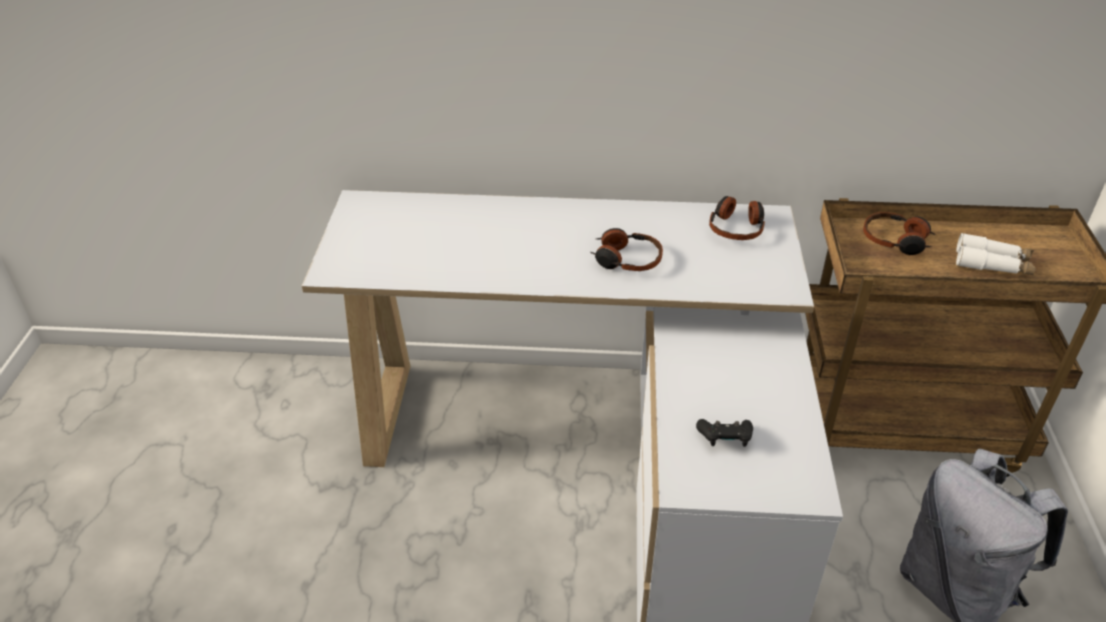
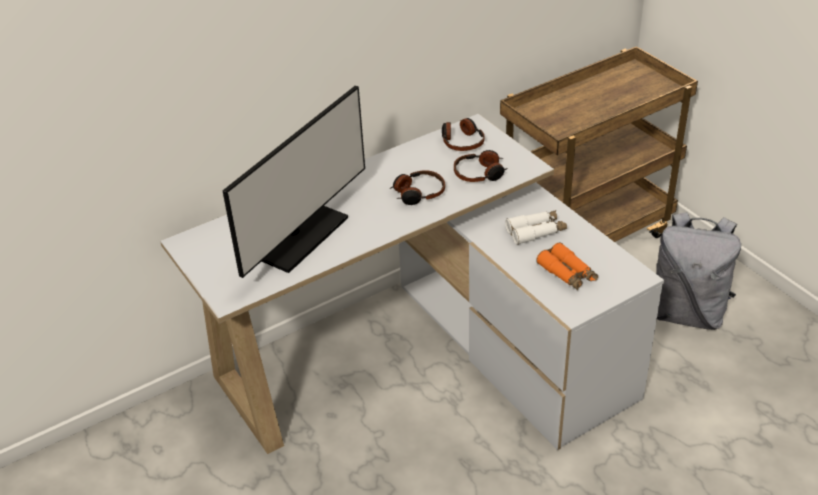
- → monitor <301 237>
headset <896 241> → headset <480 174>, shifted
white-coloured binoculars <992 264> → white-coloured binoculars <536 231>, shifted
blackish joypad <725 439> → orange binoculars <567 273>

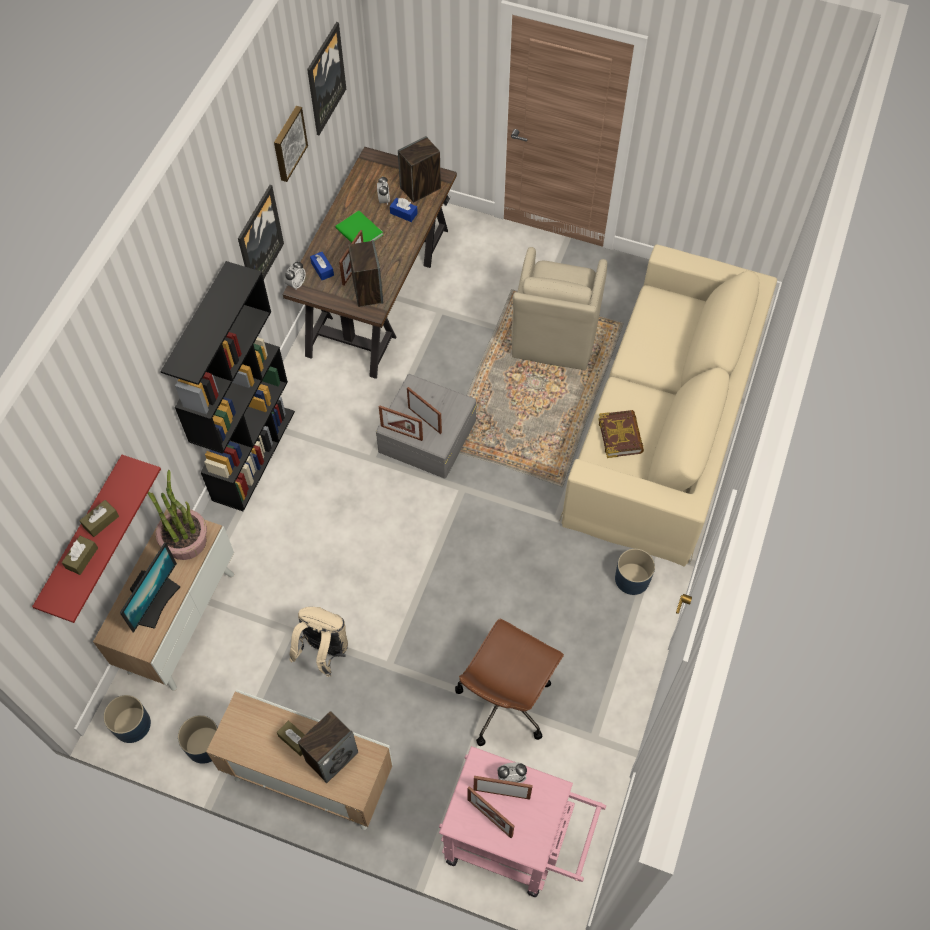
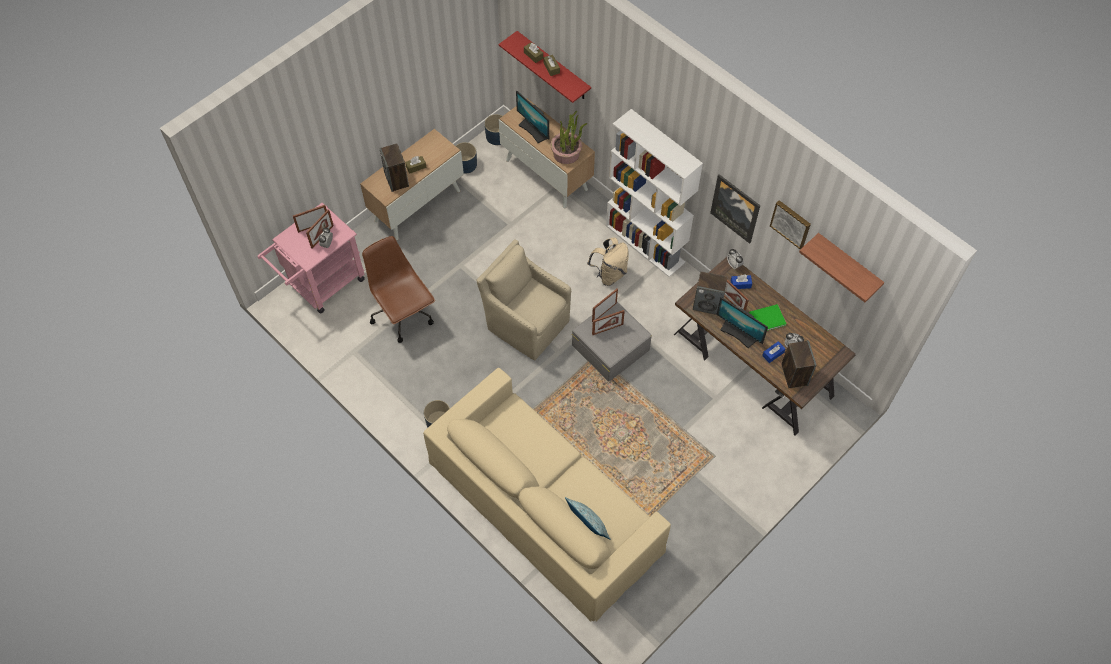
beige lounge chair <554 337> → beige lounge chair <526 323>, shifted
- → pillow <587 526>
beige knapsack <323 651> → beige knapsack <609 274>, shifted
blackish shelving unit <253 454> → white-coloured shelving unit <646 244>
- → monitor <738 333>
wall picture <325 78> → wall shelf <848 264>
book <620 436> → -

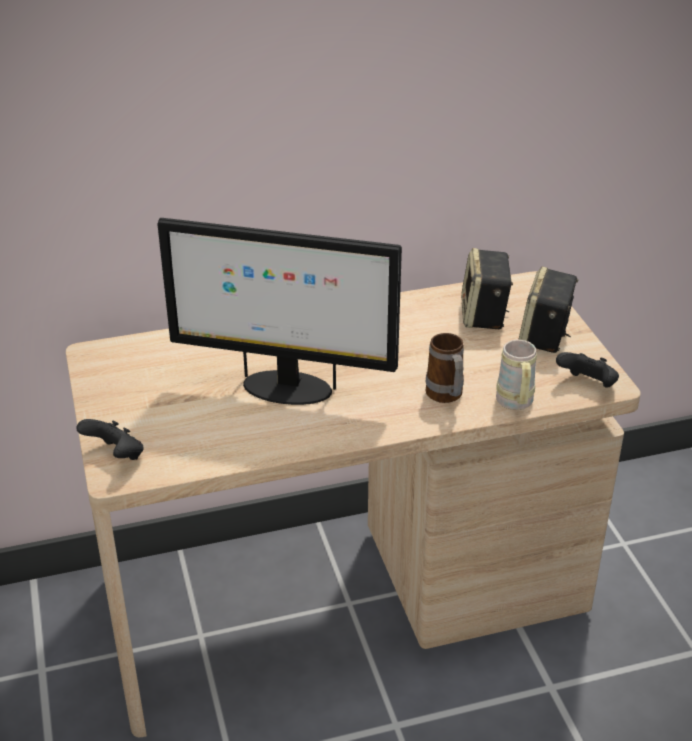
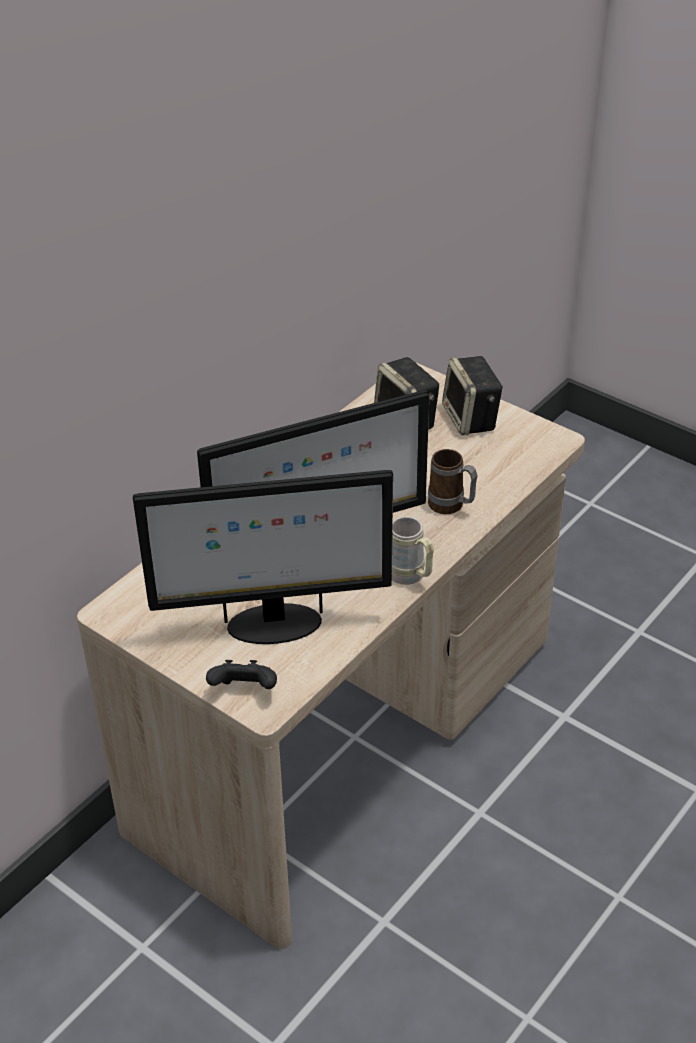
- → monitor <272 625>
beige tea mug <515 404> → beige tea mug <410 577>, shifted
blackish joypad <587 385> → -

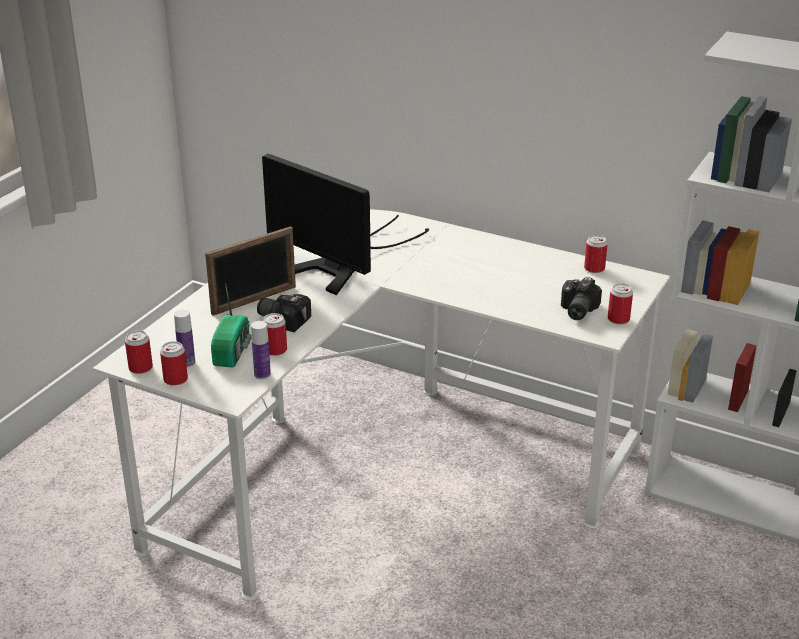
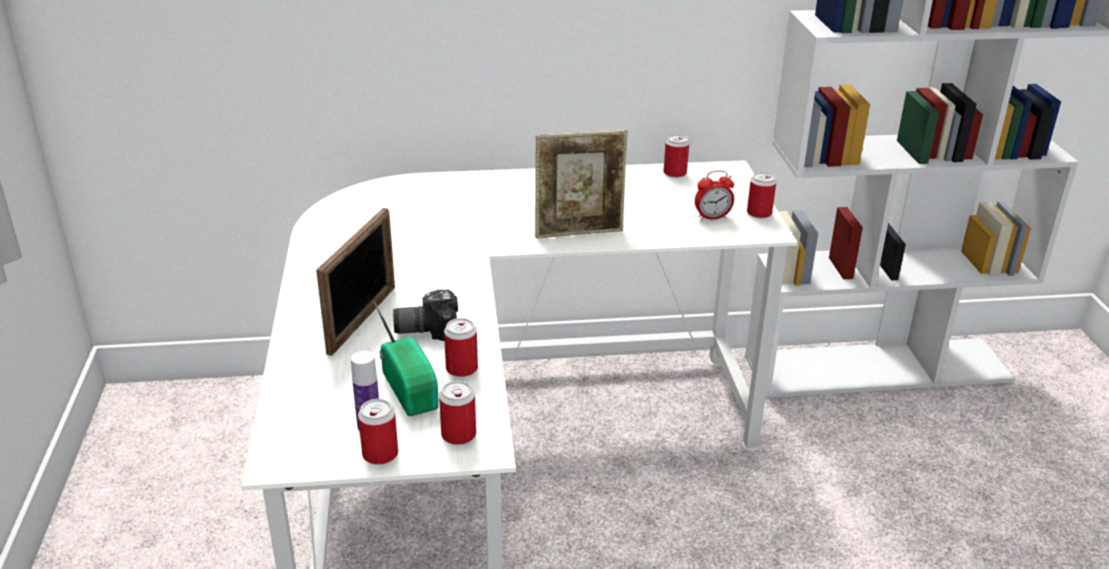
metal can <140 368> → metal can <458 435>, shifted
- → picture frame <579 232>
still camera <576 310> → bedside clock <712 217>
bottle <262 375> → -
monitor <340 266> → -

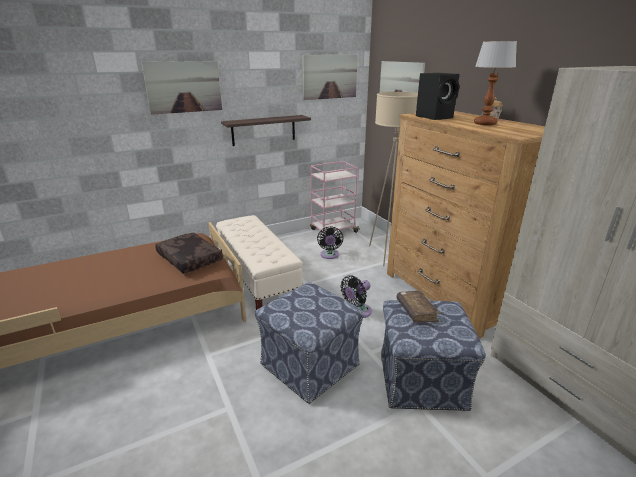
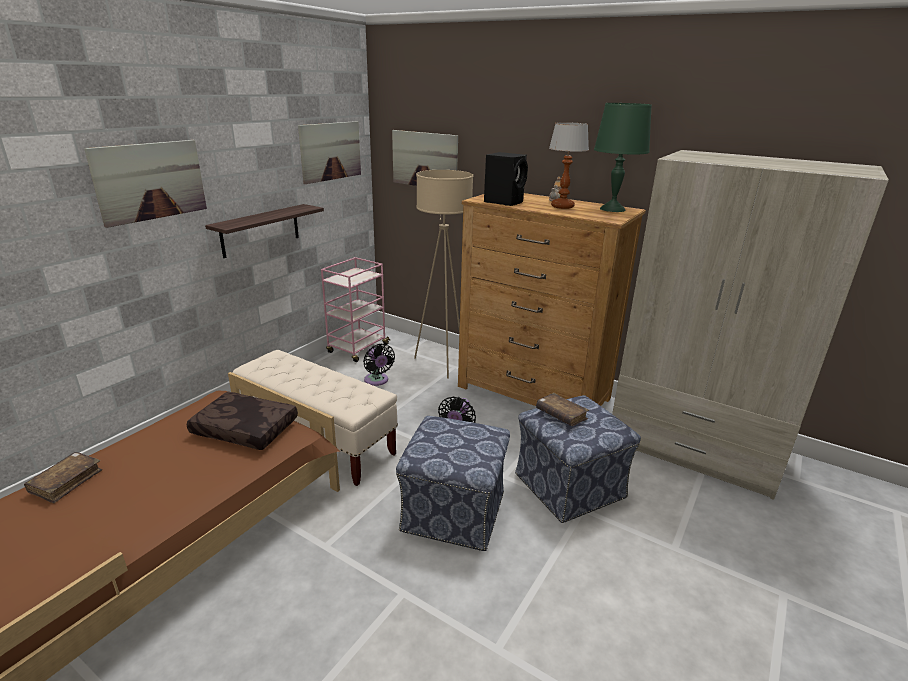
- → brown book <66 482>
- → green-coloured lamp for a table <612 209>

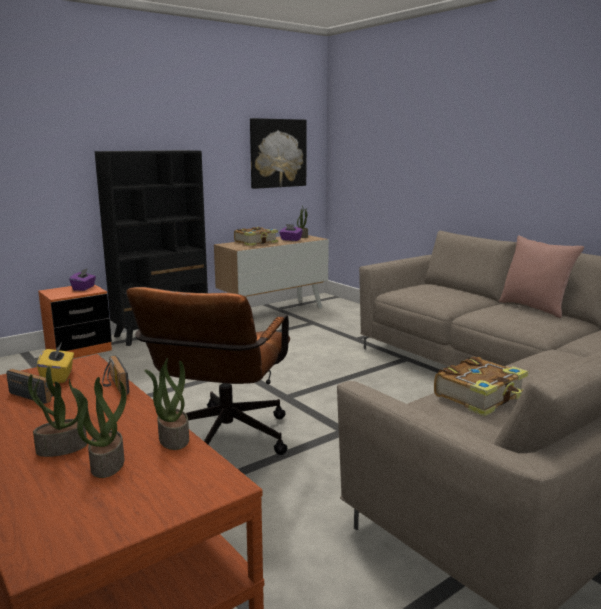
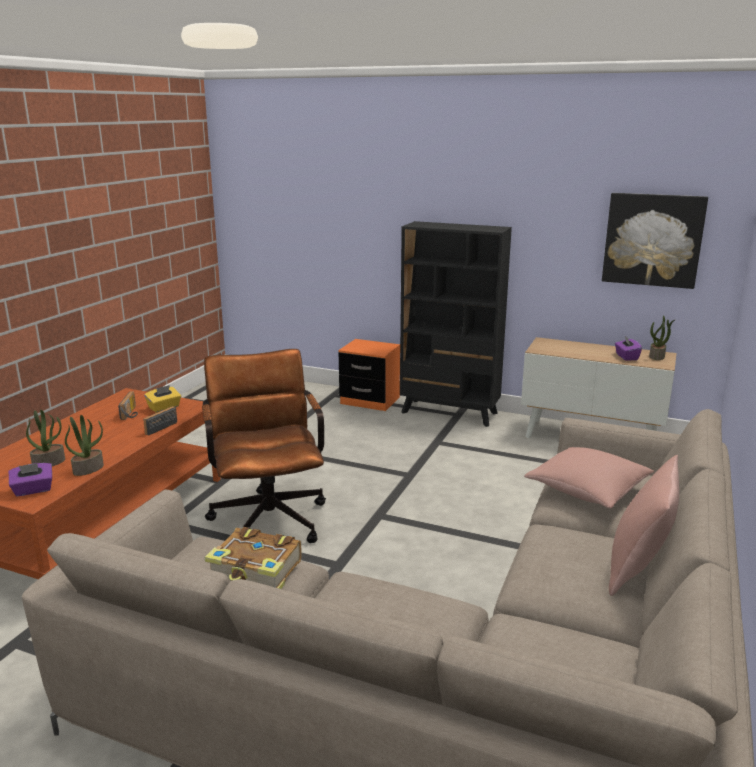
purple tissue holder <84 288> → purple tissue holder <33 490>, shifted
brown office chair <222 443> → brown office chair <268 515>, 90 degrees clockwise
- → pinkish pillow <587 490>
potted plant <61 448> → -
book <256 242> → -

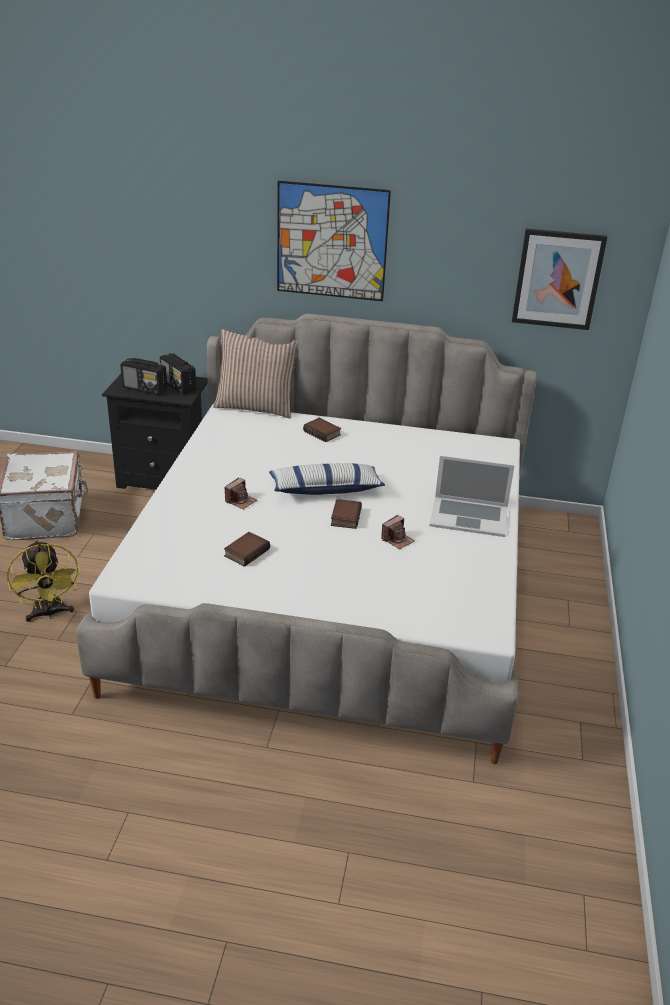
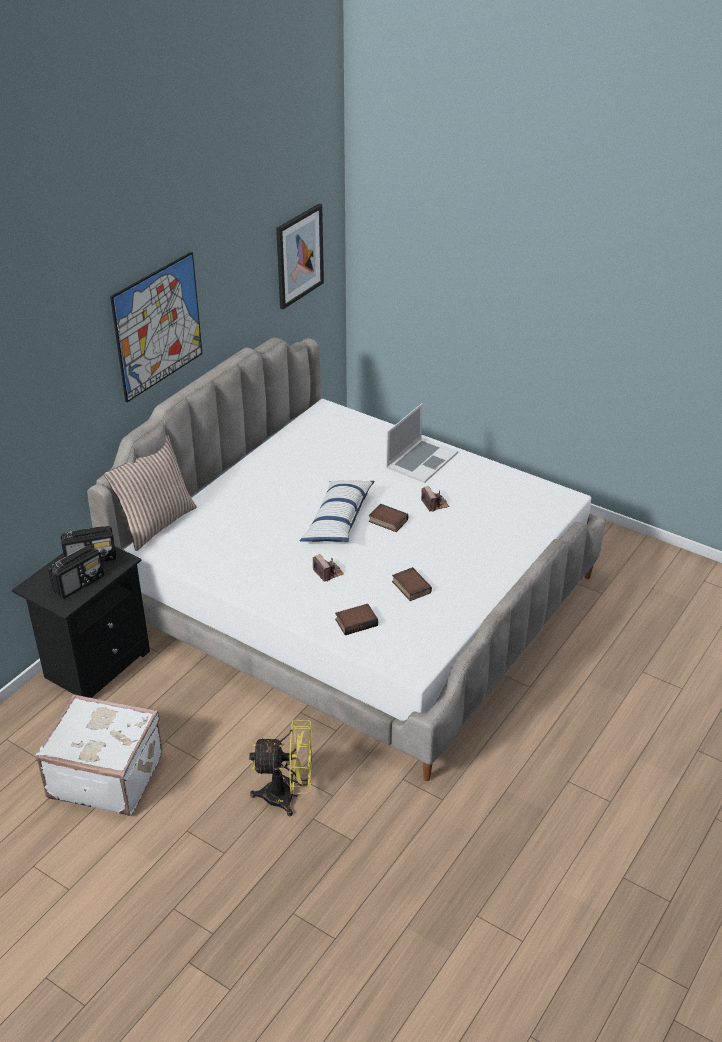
book <323 433> → book <356 621>, shifted

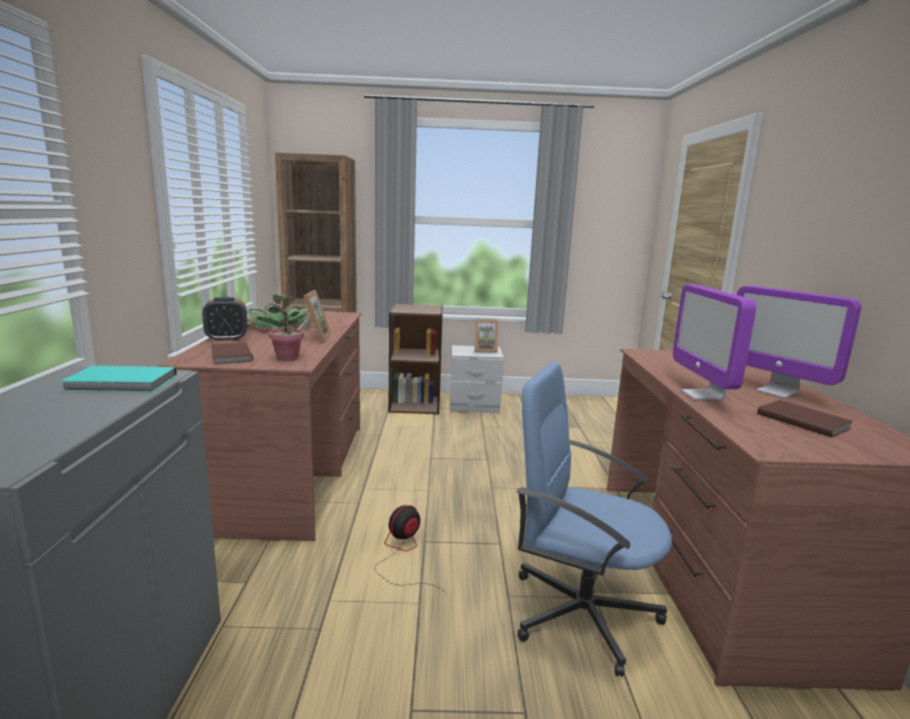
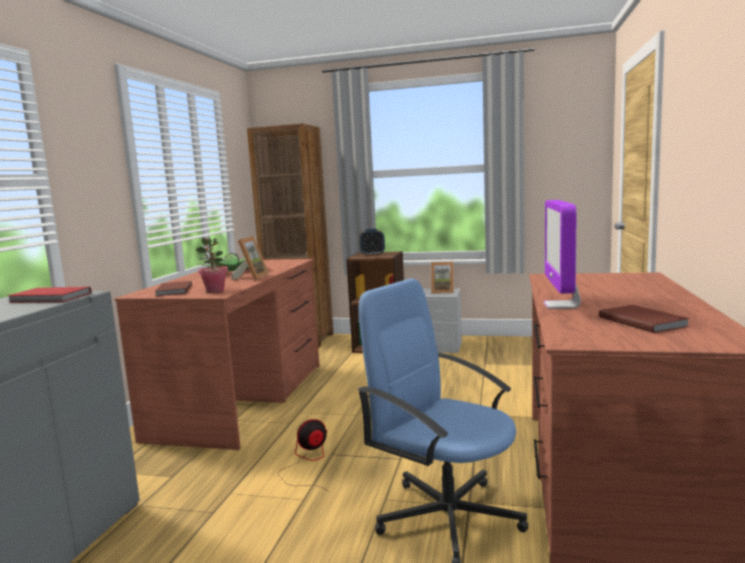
turquoise book <122 383> → red-coloured book <50 298>
bedside clock <227 339> → bedside clock <372 254>, shifted
monitor <777 392> → -

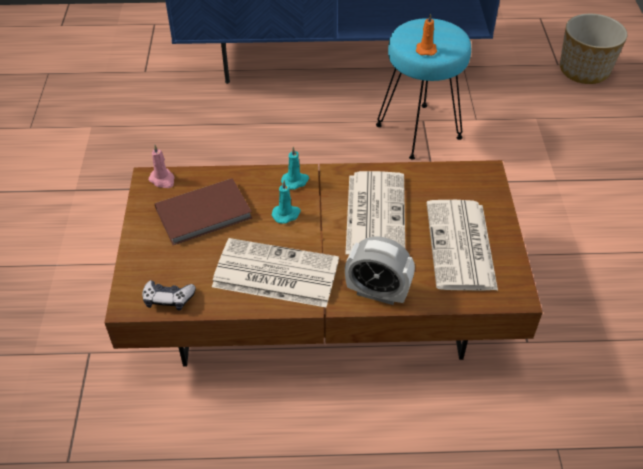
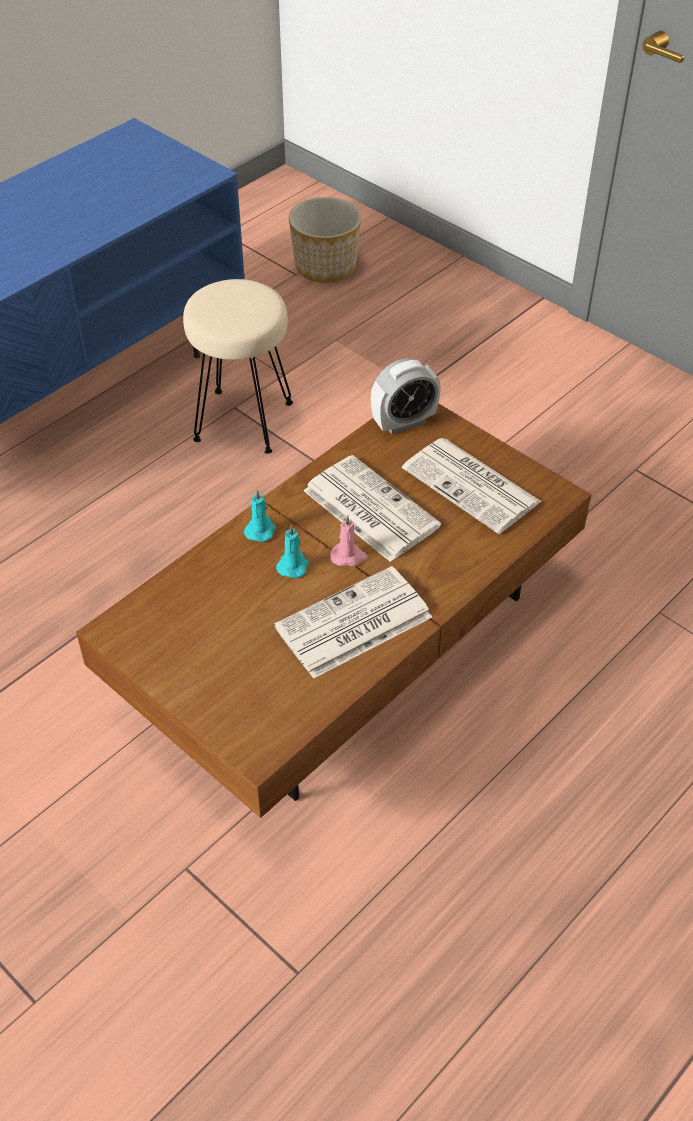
turquoise stool seat <419 131> → beige stool seat <244 420>
pinkish candle <163 180> → pinkish candle <349 556>, shifted
bedside clock <377 292> → bedside clock <404 422>, shifted
joypad <168 299> → -
brown book <205 214> → -
orange candle <426 49> → -

